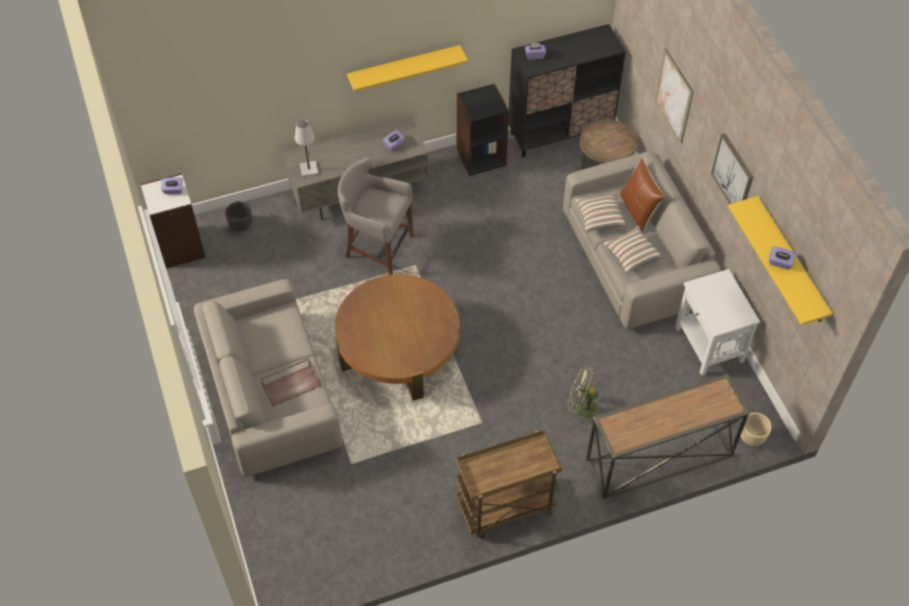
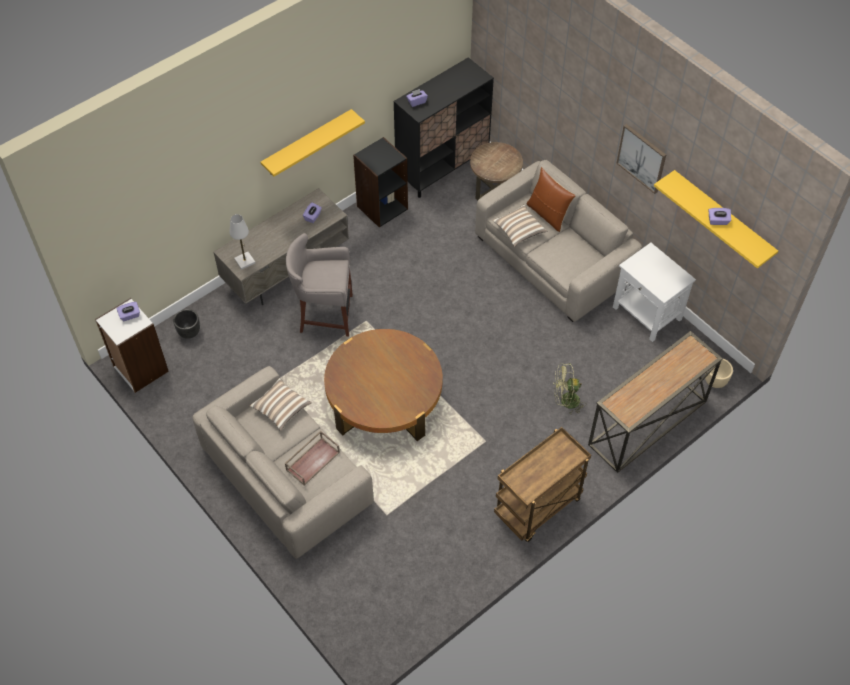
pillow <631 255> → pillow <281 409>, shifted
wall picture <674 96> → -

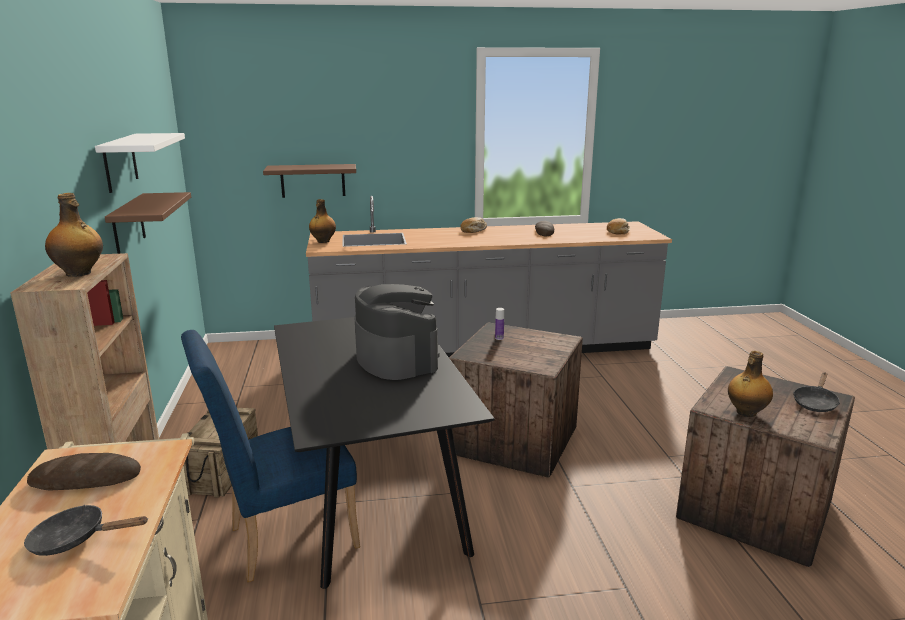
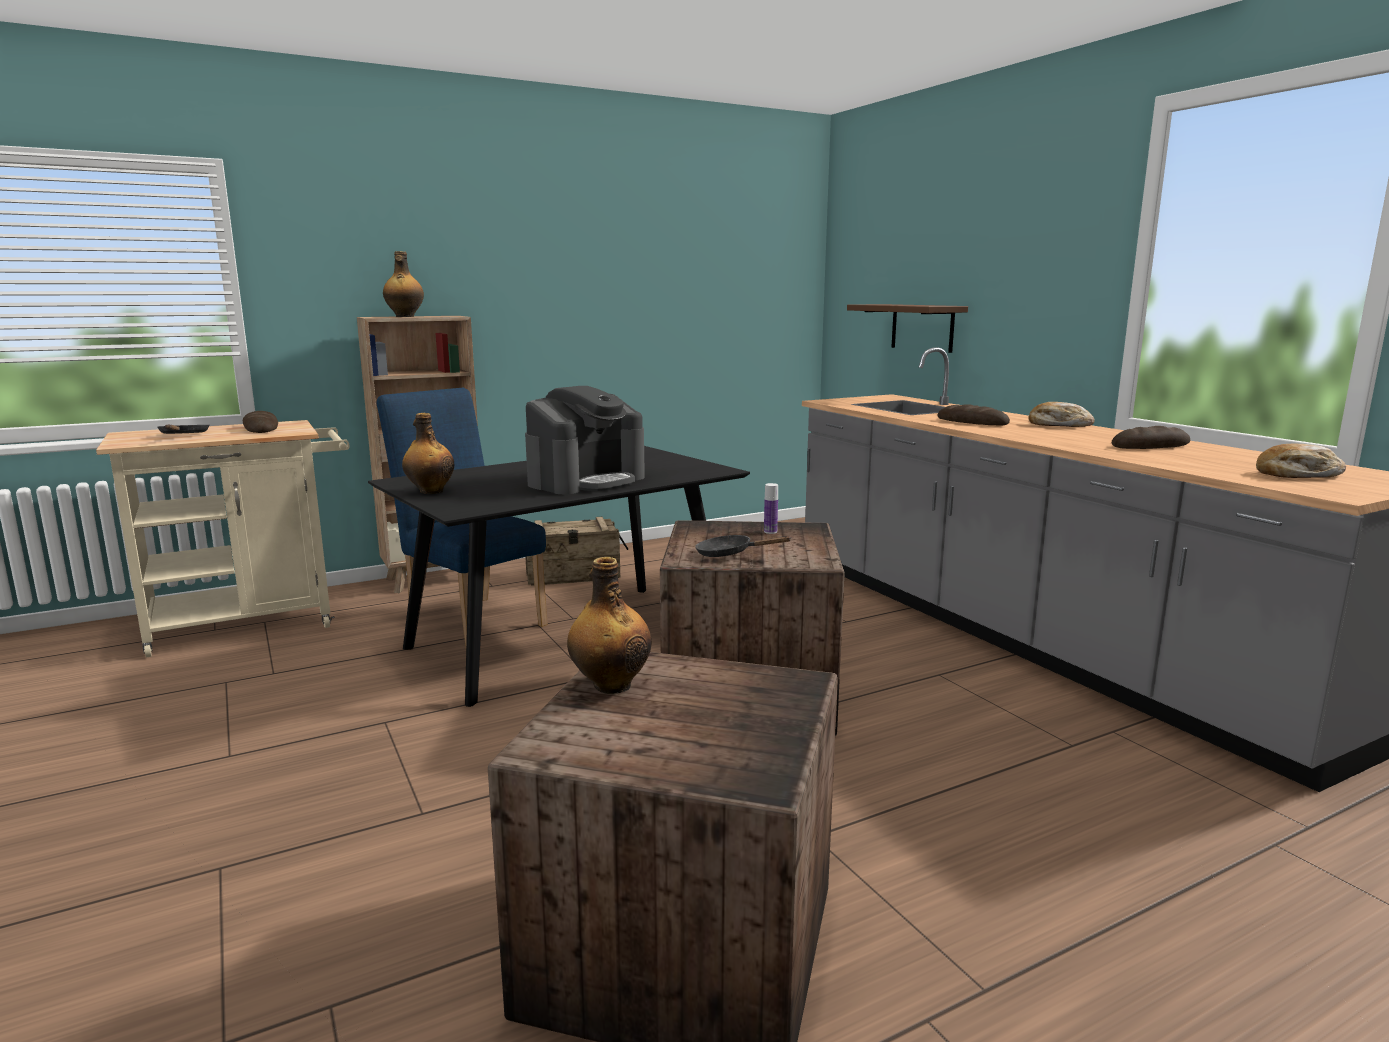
bottle <323 241> → bottle <430 491>, shifted
blackish skillet <815 402> → blackish skillet <729 554>, shifted
- → bakery bread <972 422>
white-coloured wall shelf <120 162> → -
brown wall shelf <128 225> → -

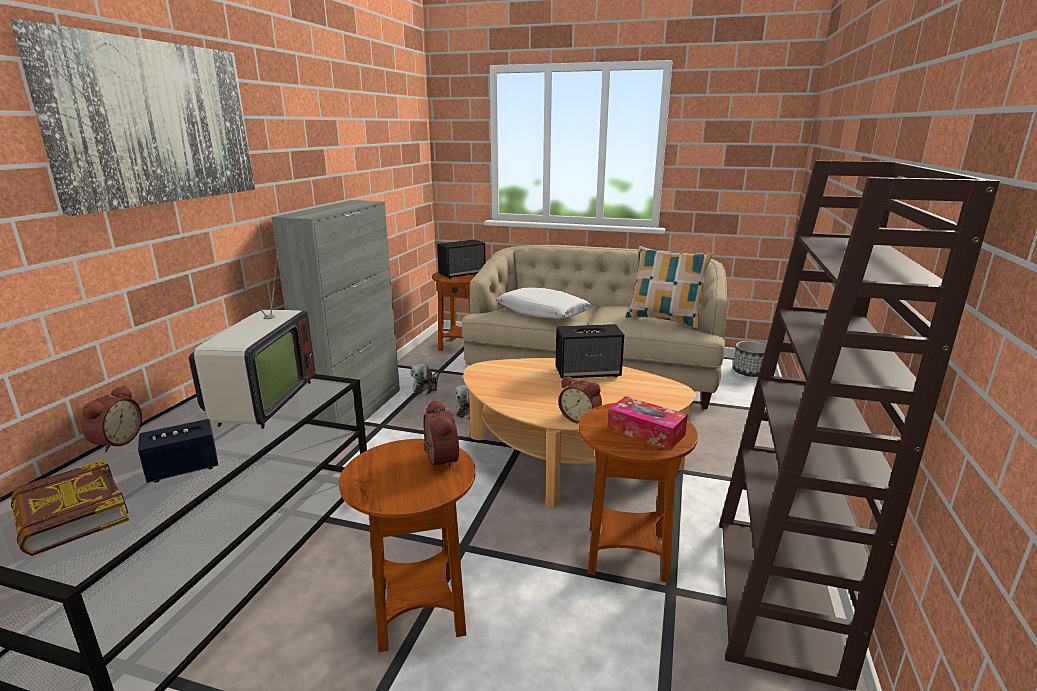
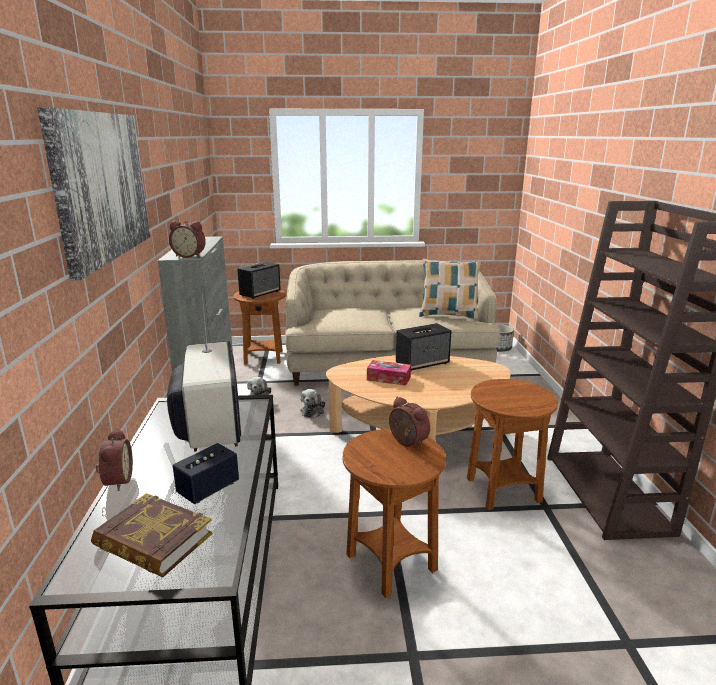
bedside clock <580 418> → bedside clock <190 256>, shifted
tissue holder <646 432> → tissue holder <388 378>, shifted
white-coloured pillow <543 312> → -

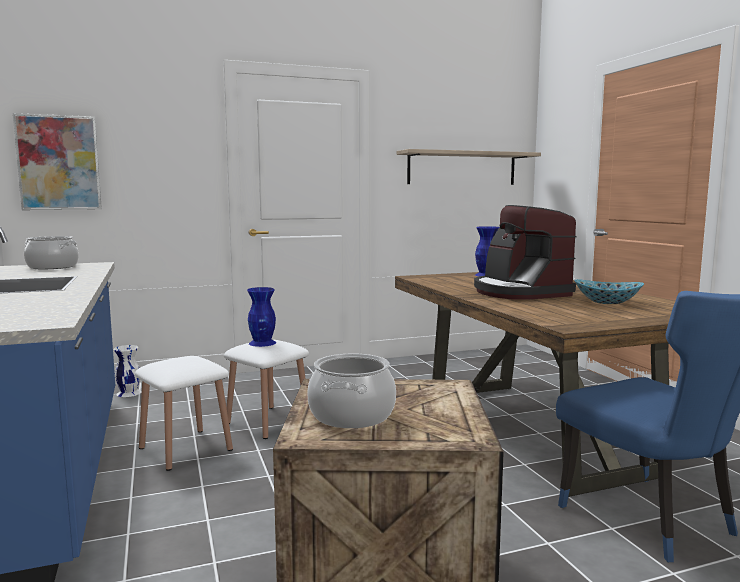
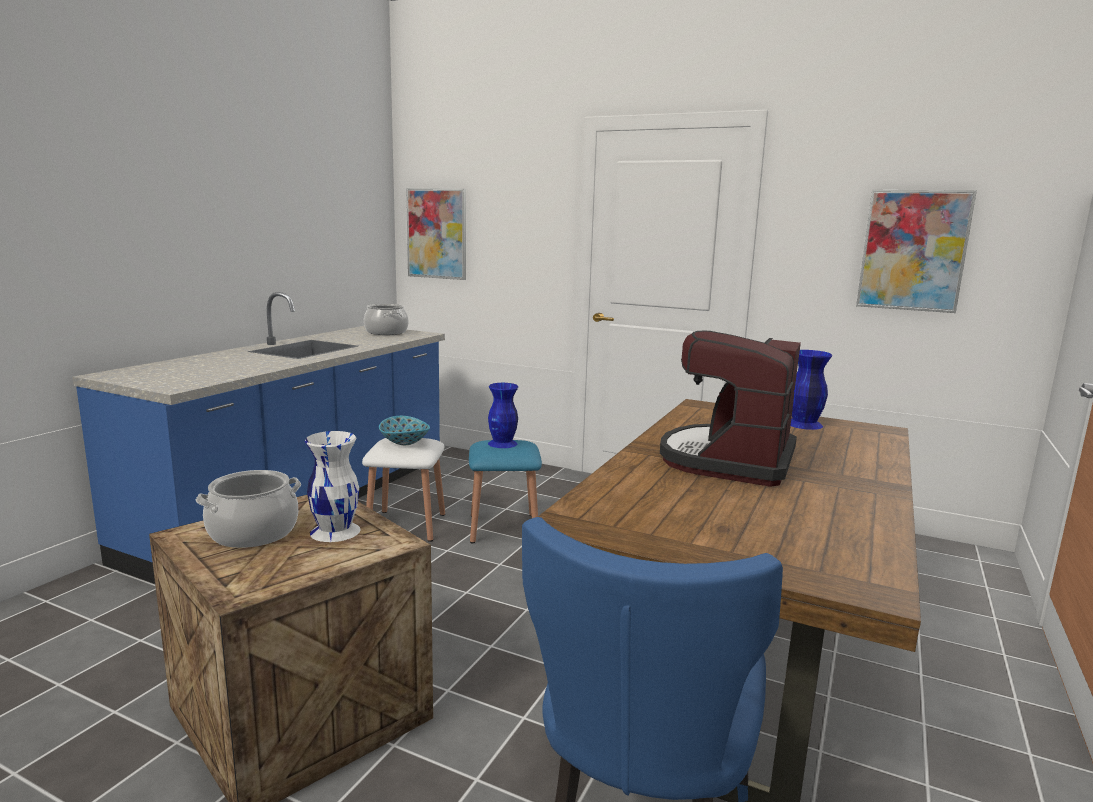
white-coloured flower vase <128 393> → white-coloured flower vase <335 531>, shifted
serving bowl <607 302> → serving bowl <404 442>, shifted
white-coloured stool seat <268 422> → blue stool seat <503 528>
wall shelf <462 168> → wall picture <913 250>

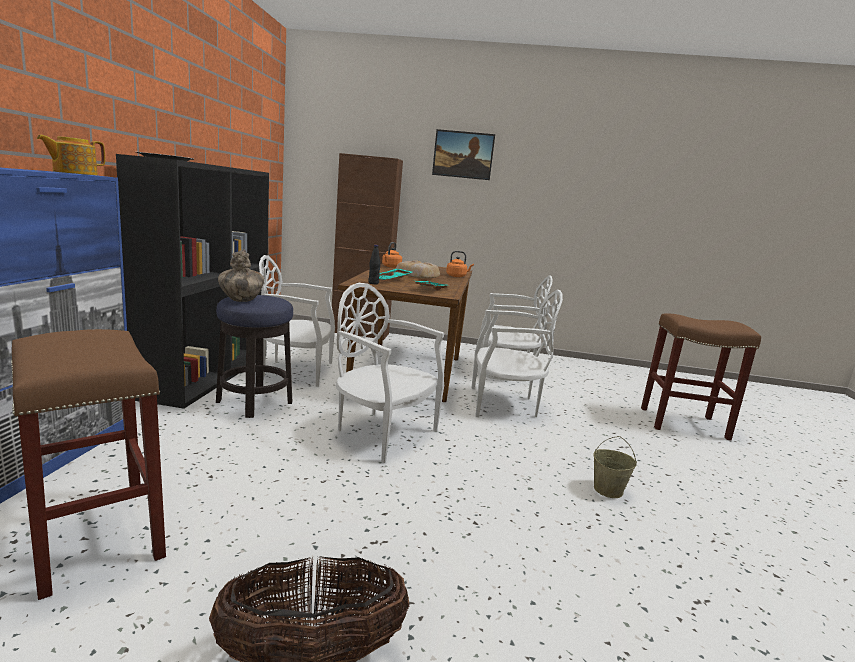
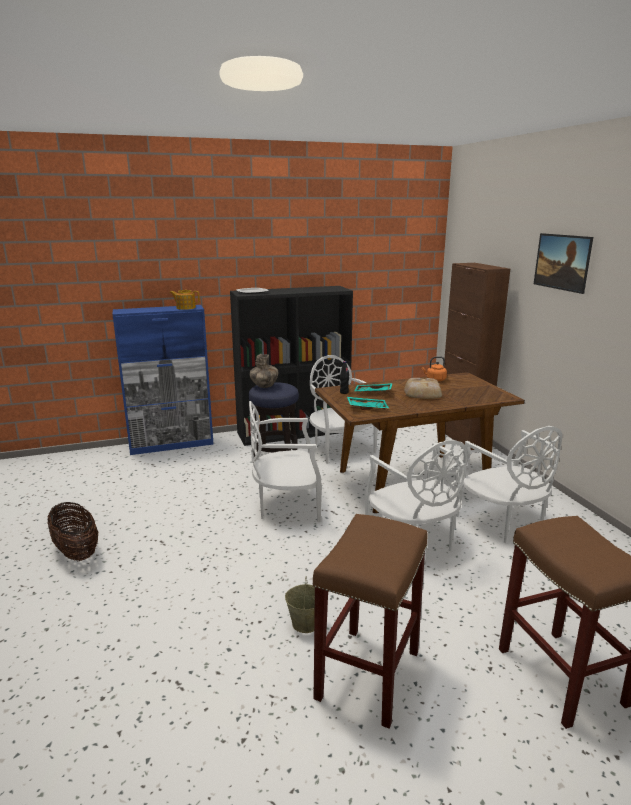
white-coloured plain chair <382 432> → white-coloured plain chair <286 505>, 105 degrees counterclockwise
brown stool seat <98 538> → brown stool seat <368 676>, shifted
orange kettle <457 276> → -

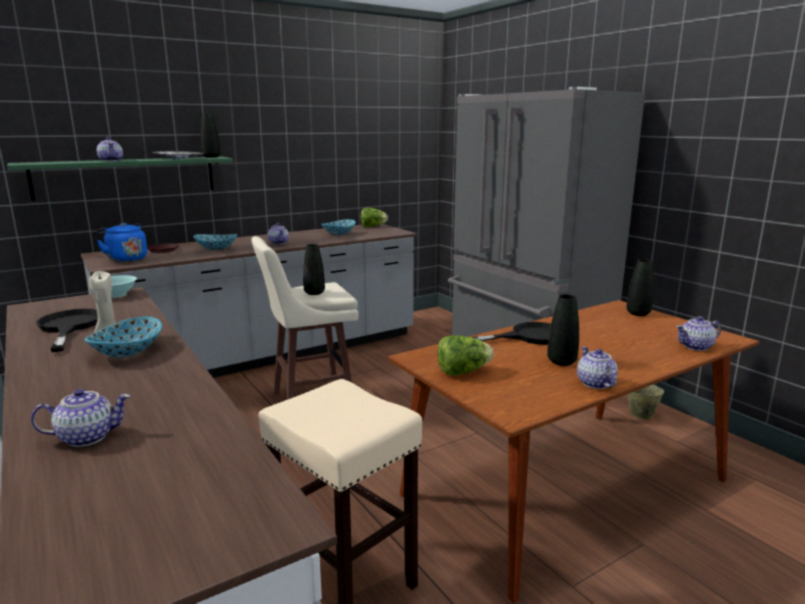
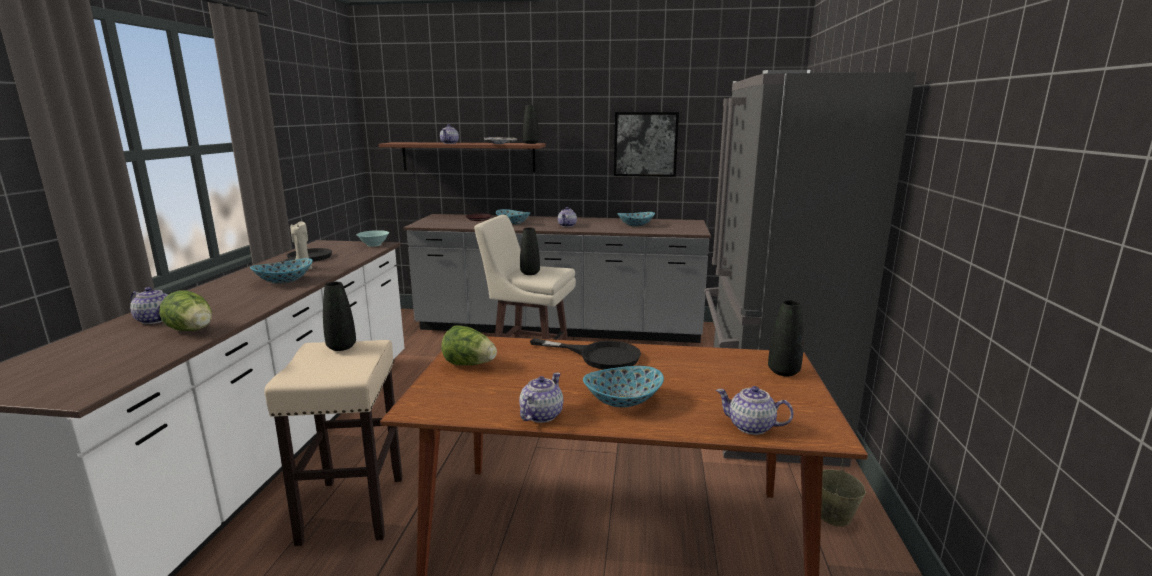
lettuce <373 227> → lettuce <193 330>, shifted
blackish flower vase <561 362> → blackish flower vase <341 347>, shifted
green-coloured wall shelf <126 177> → brown wall shelf <468 157>
- → serving bowl <623 401>
- → wall picture <645 144>
blue kettle <125 259> → -

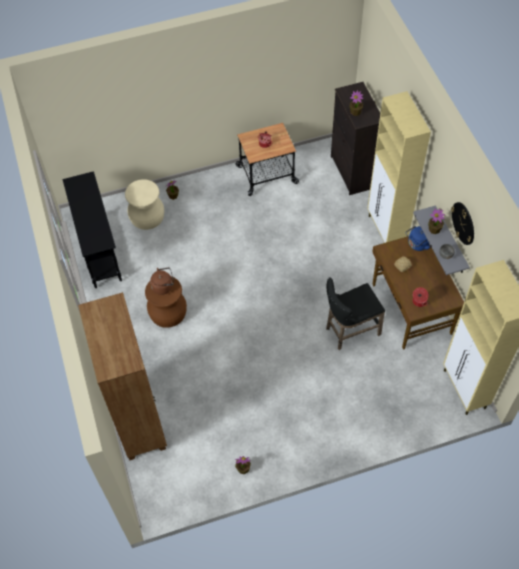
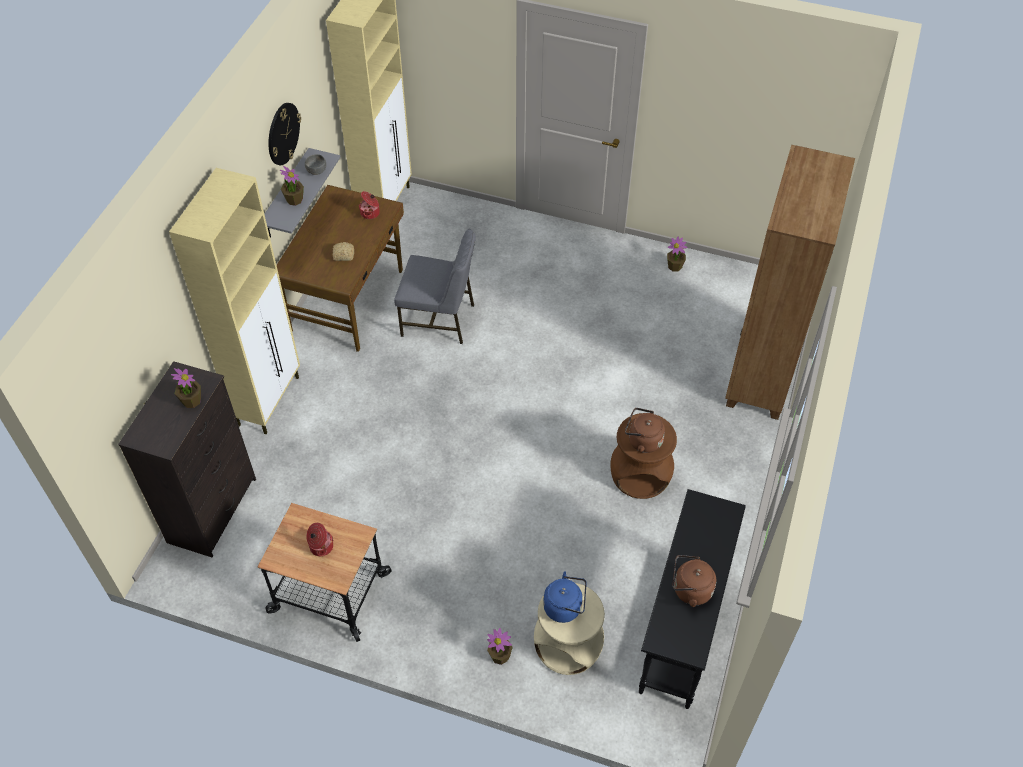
blackish stool seat <349 331> → grey plain chair <439 320>
blue kettle <417 245> → blue kettle <565 607>, shifted
- → brown kettle <689 590>

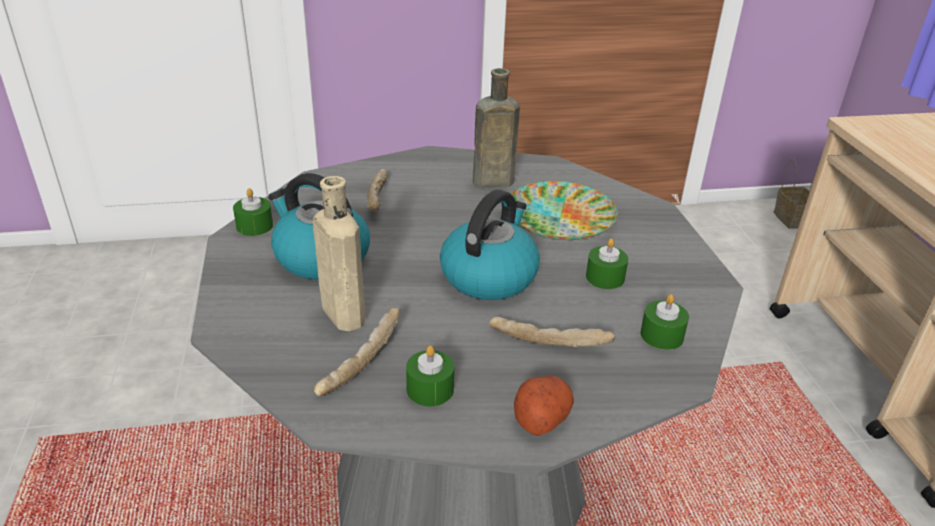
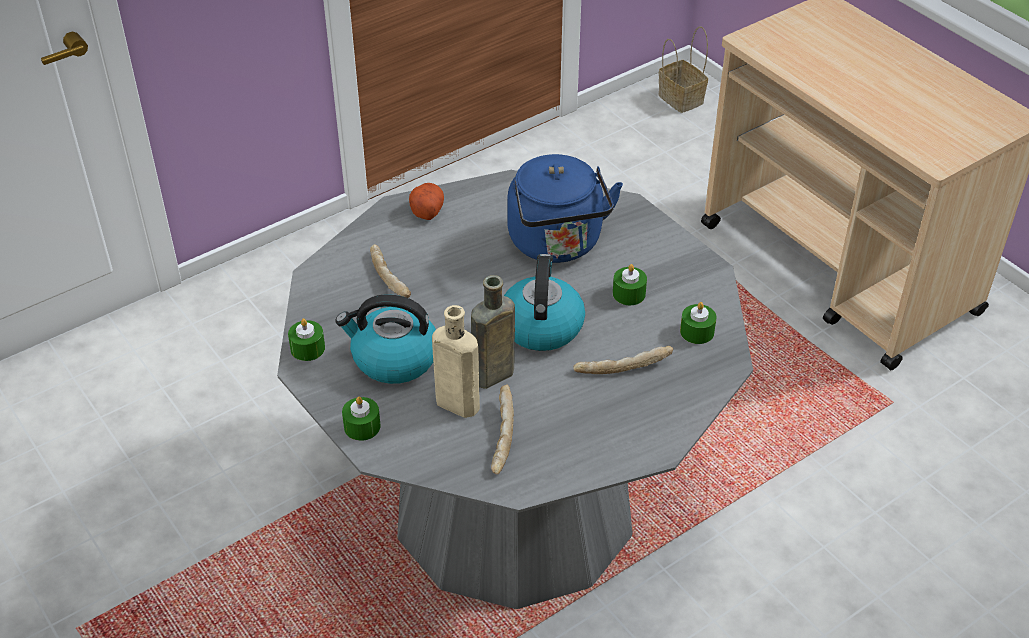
green-coloured candle <430 389> → green-coloured candle <362 426>, shifted
spud <541 417> → spud <426 210>, shifted
brown bottle <490 182> → brown bottle <490 376>, shifted
plate <559 218> → blue kettle <557 244>

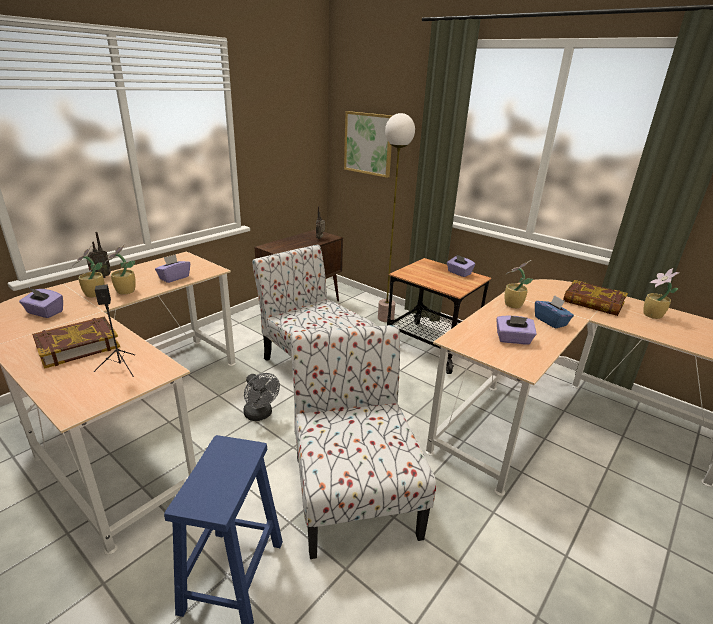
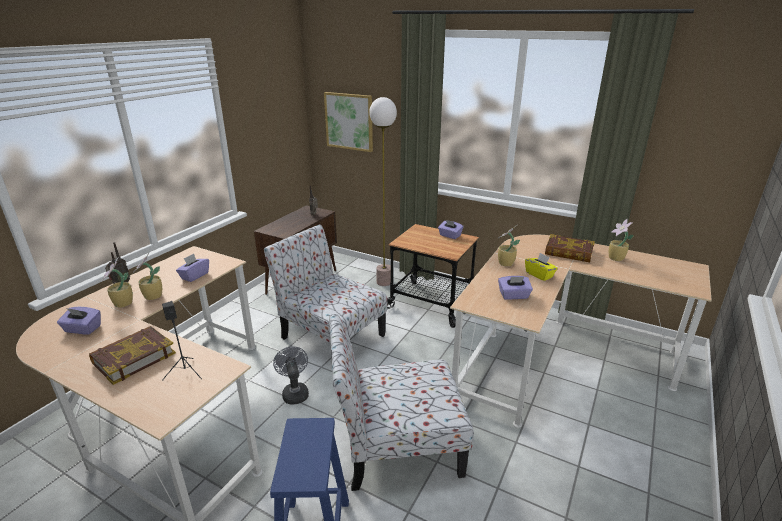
grey electric fan <260 415> → grey electric fan <294 392>, 150 degrees counterclockwise
plain chair <353 491> → plain chair <397 446>, 75 degrees counterclockwise
blue tissue holder <550 321> → yellow tissue holder <539 275>

